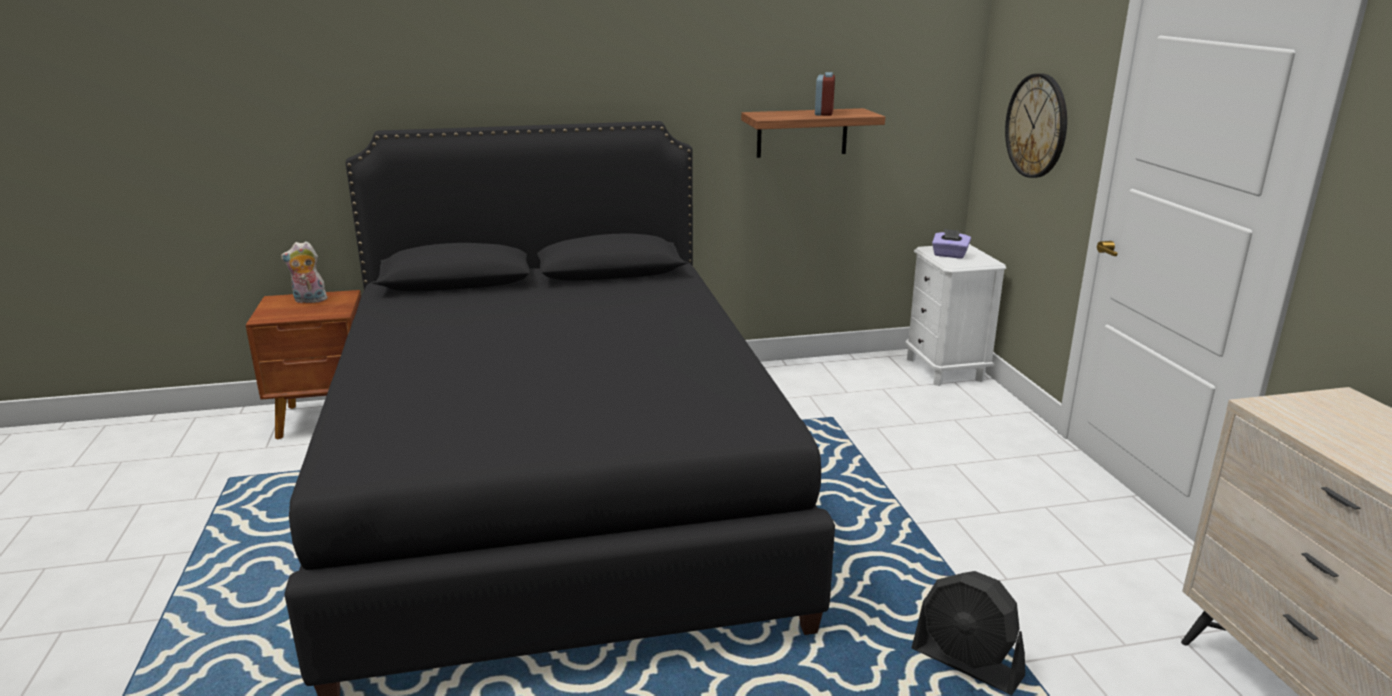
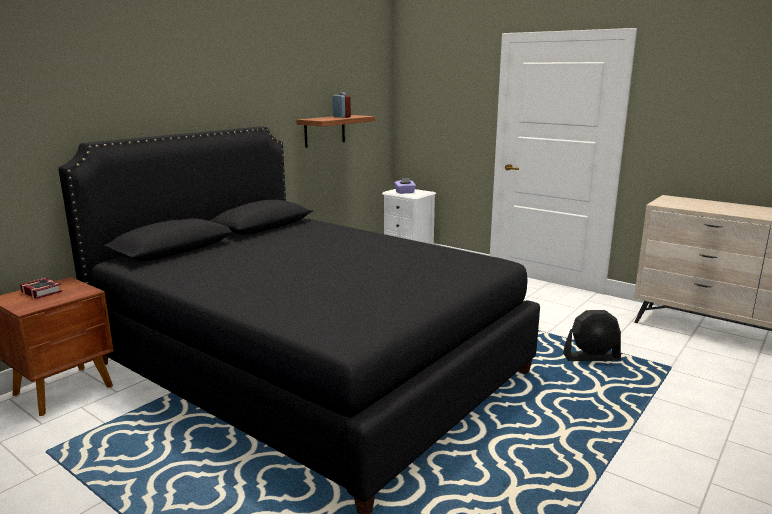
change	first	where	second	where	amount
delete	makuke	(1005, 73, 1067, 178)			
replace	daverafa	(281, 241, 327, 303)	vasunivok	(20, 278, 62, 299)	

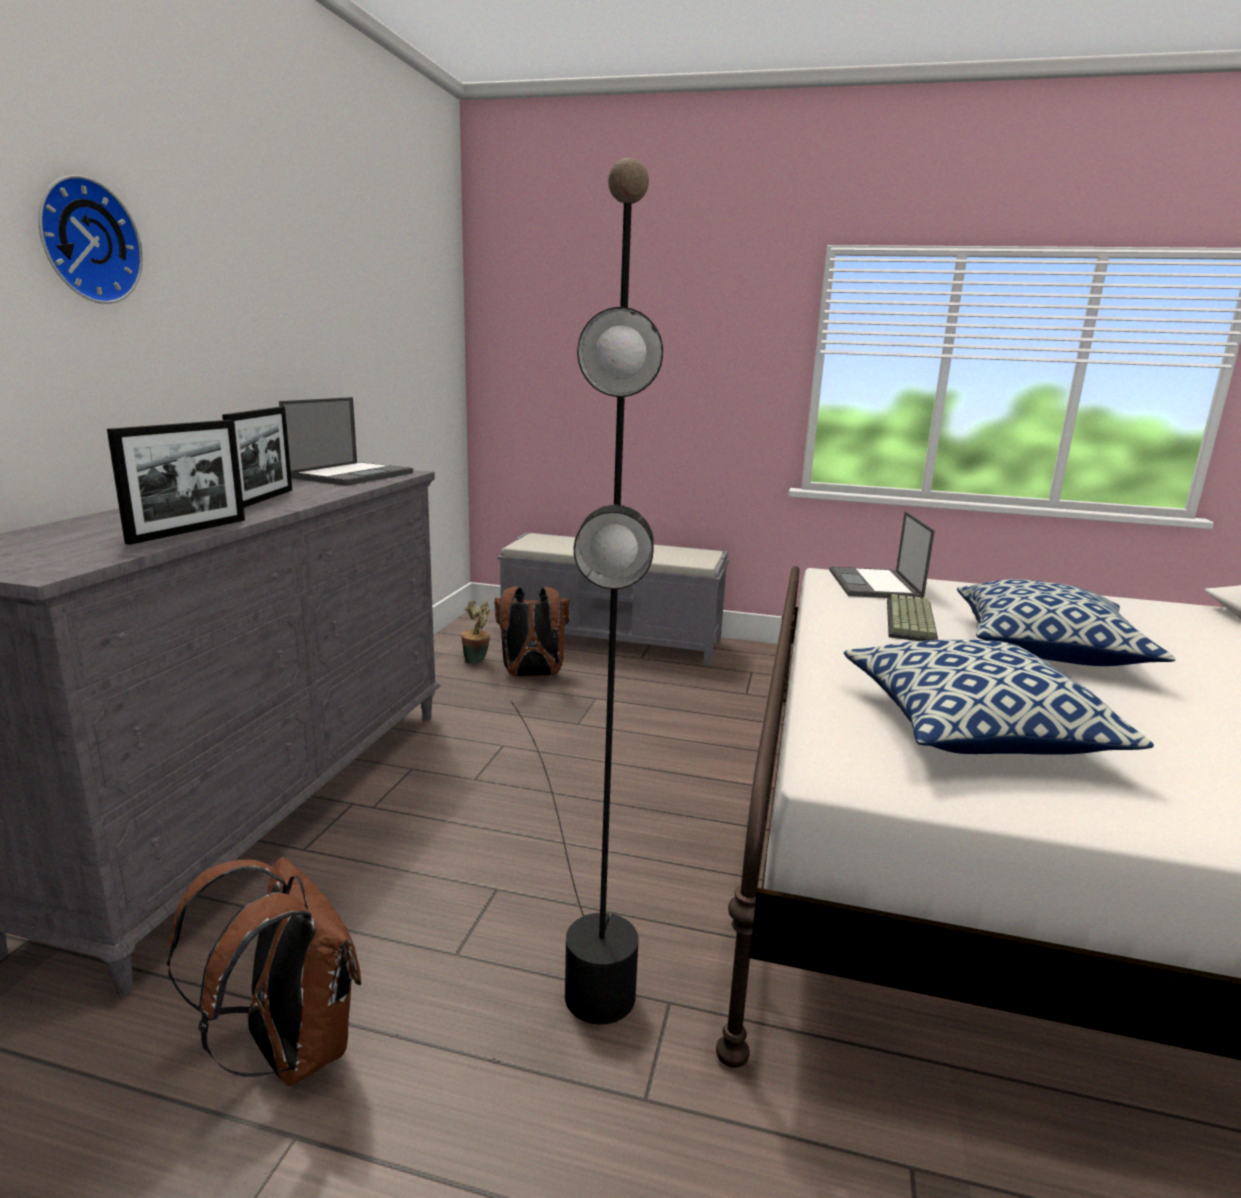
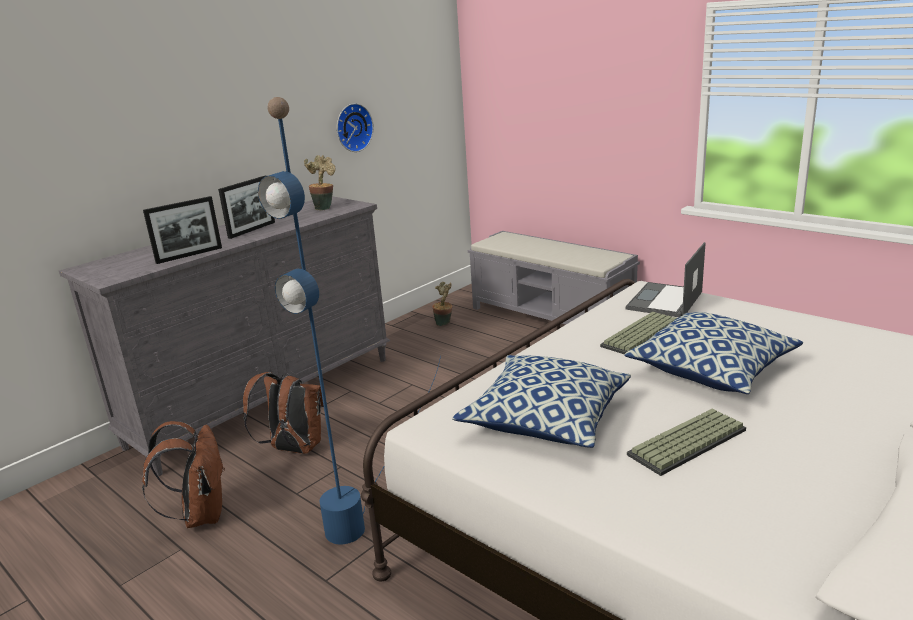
change	first	where	second	where	amount
recolor	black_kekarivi	(511, 158, 663, 1025)	blue_kekarivi	(258, 97, 441, 544)	
move	makuke	(38, 175, 143, 304)		(337, 103, 374, 152)	
replace	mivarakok	(279, 397, 413, 486)	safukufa	(304, 155, 336, 211)	
move	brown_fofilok	(494, 586, 570, 677)		(243, 372, 324, 454)	
insert			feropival	(627, 408, 746, 476)	

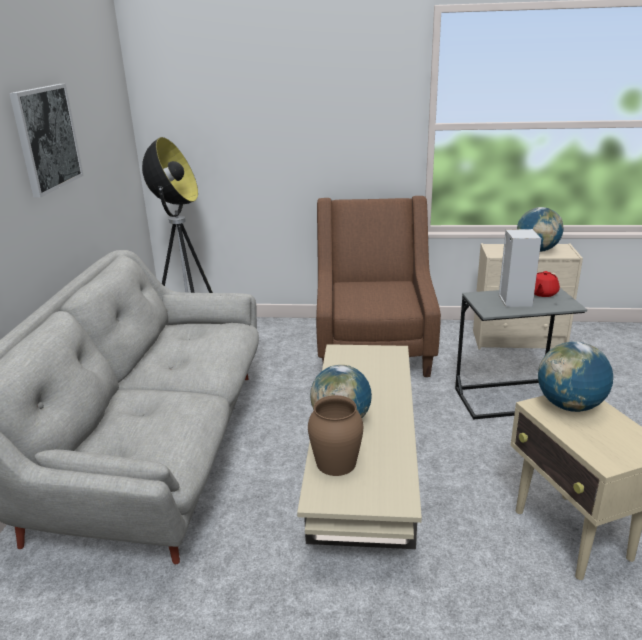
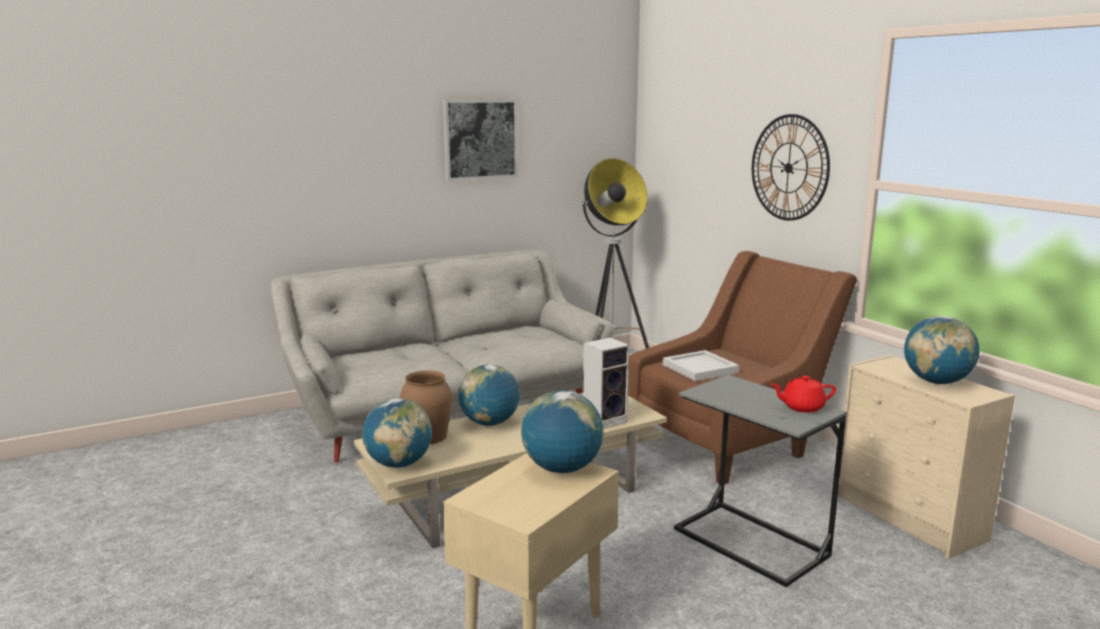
change	first	where	second	where	amount
move	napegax	(499, 229, 542, 307)		(583, 337, 629, 429)	
insert			makuke	(752, 114, 830, 221)	
insert			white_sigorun	(663, 350, 739, 381)	
insert			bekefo	(362, 398, 432, 468)	

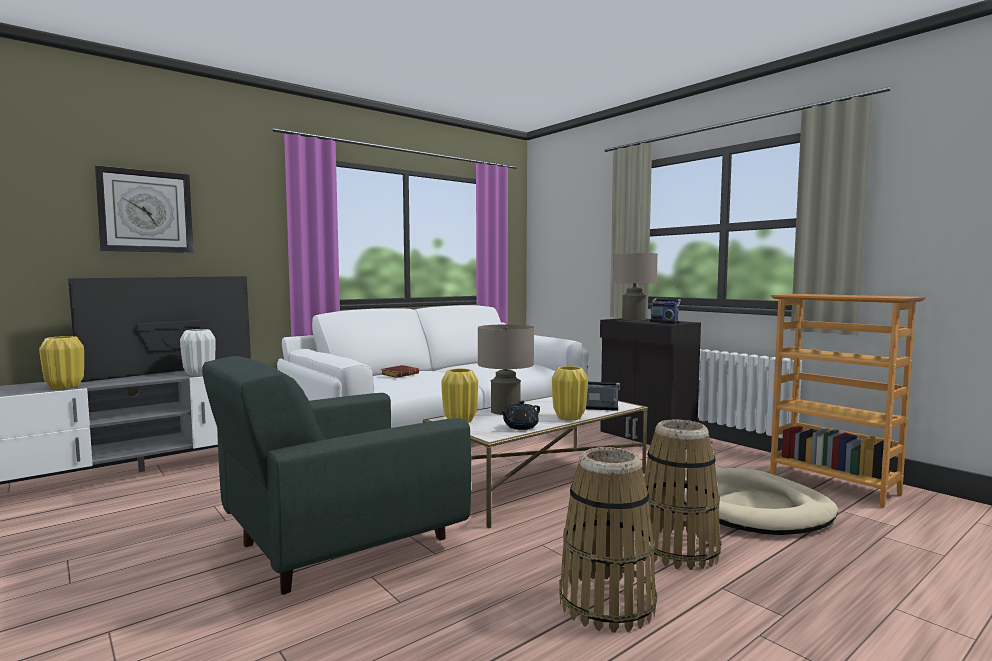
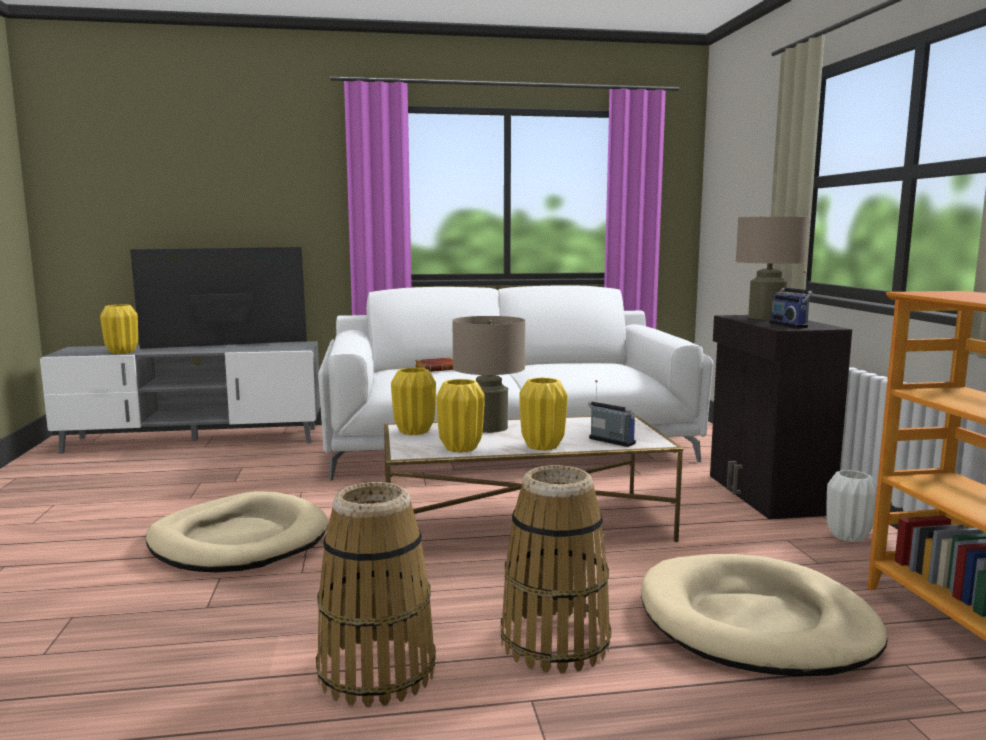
change	first	where	second	where	amount
delete	makuke	(95, 165, 193, 253)			
move	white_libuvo	(180, 329, 215, 376)		(826, 470, 877, 542)	
replace	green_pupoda	(202, 356, 471, 595)	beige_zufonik	(146, 491, 329, 572)	
replace	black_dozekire	(500, 400, 540, 430)	yellow_libuvo	(436, 379, 485, 453)	

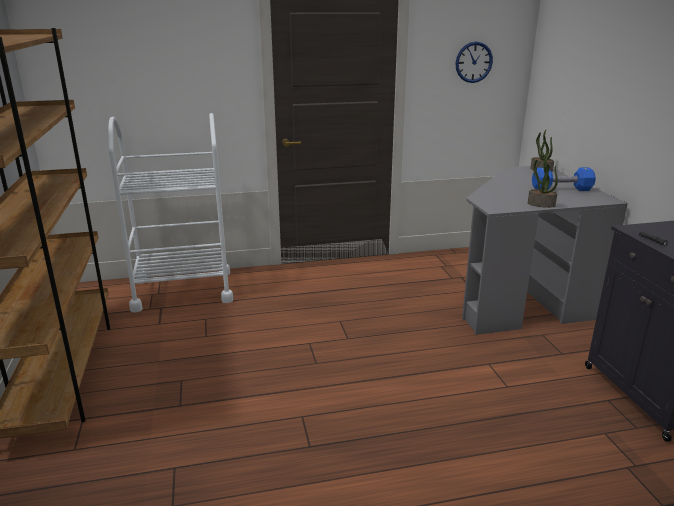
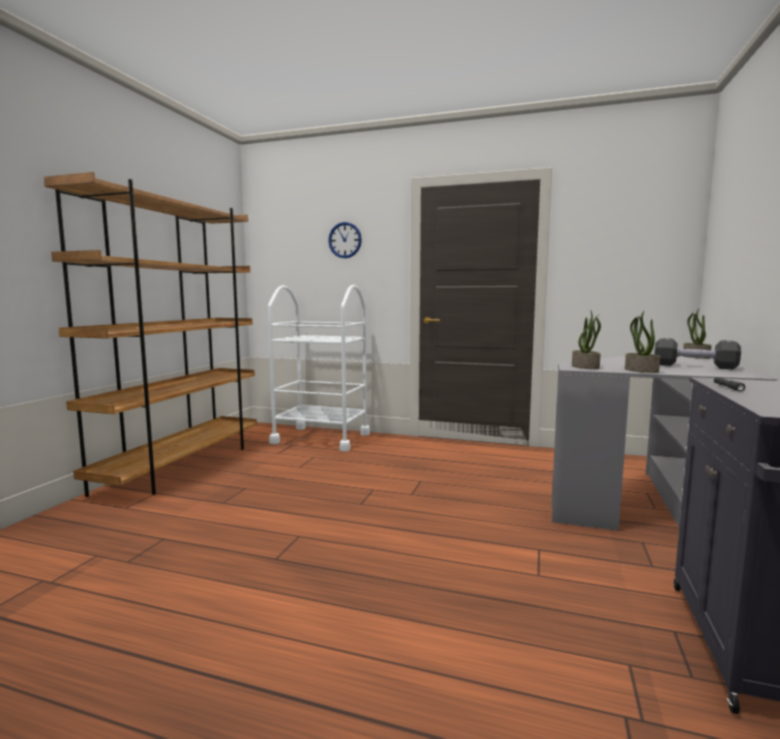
change	first	where	second	where	amount
move	makuke	(456, 42, 493, 83)		(328, 222, 362, 258)	
recolor	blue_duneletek	(532, 167, 596, 191)	black_duneletek	(654, 338, 741, 370)	
insert			safukufa	(572, 310, 601, 369)	

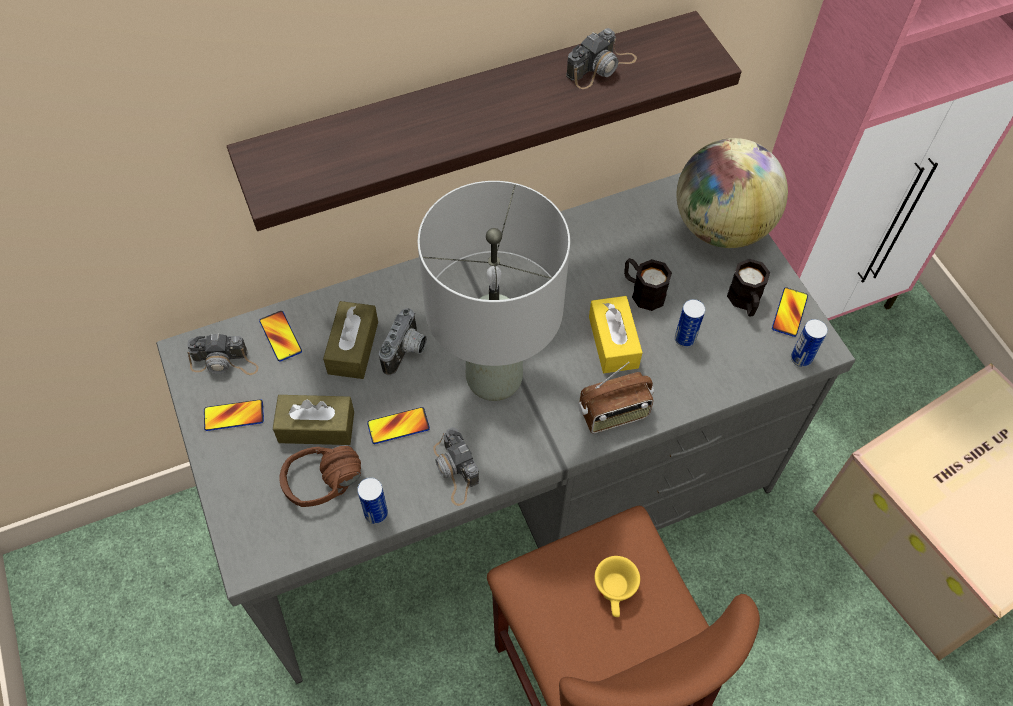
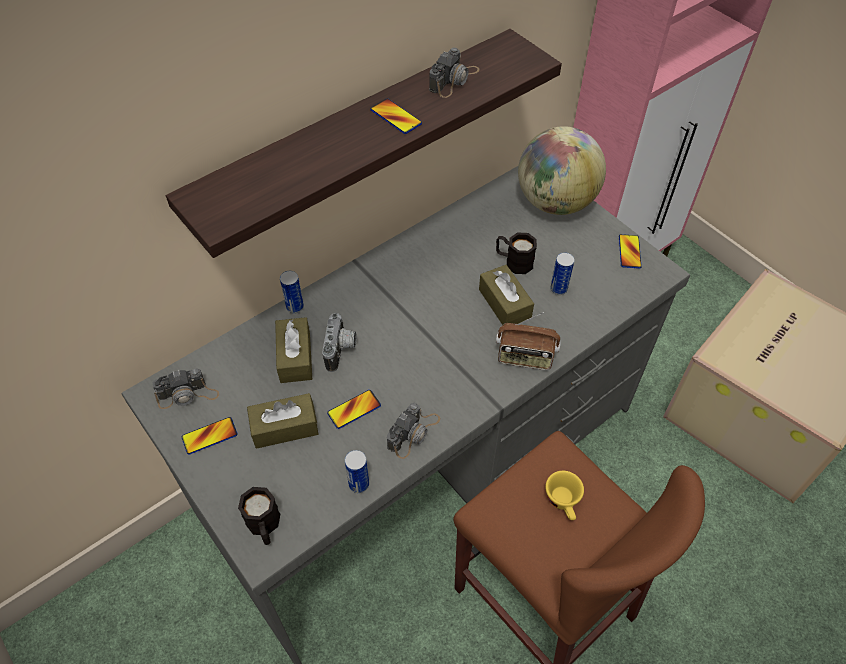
change	first	where	second	where	amount
delete	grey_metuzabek	(418, 181, 570, 401)			
move	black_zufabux	(727, 259, 770, 316)		(238, 487, 280, 545)	
recolor	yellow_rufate	(589, 296, 643, 373)	brown_rufate	(479, 265, 534, 325)	
move	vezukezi	(259, 311, 302, 362)		(370, 99, 422, 134)	
move	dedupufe	(791, 319, 828, 367)		(280, 271, 304, 314)	
rotate	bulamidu	(578, 362, 654, 433)		(496, 312, 561, 370)	45 degrees clockwise
rotate	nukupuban	(433, 427, 479, 506)		(387, 403, 440, 459)	105 degrees counterclockwise
delete	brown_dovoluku	(279, 445, 361, 507)			

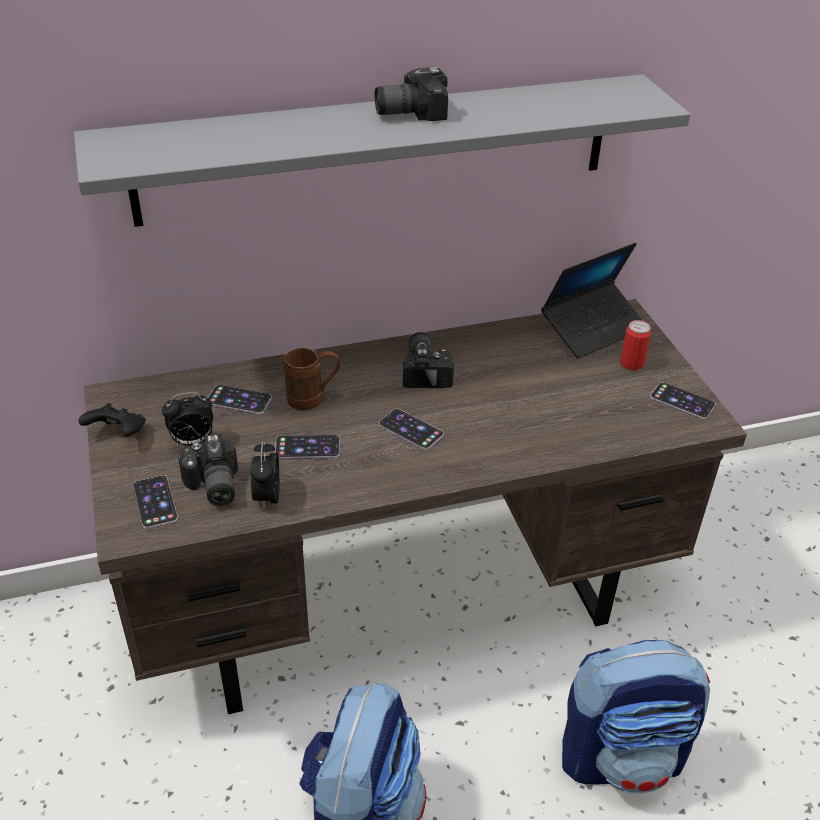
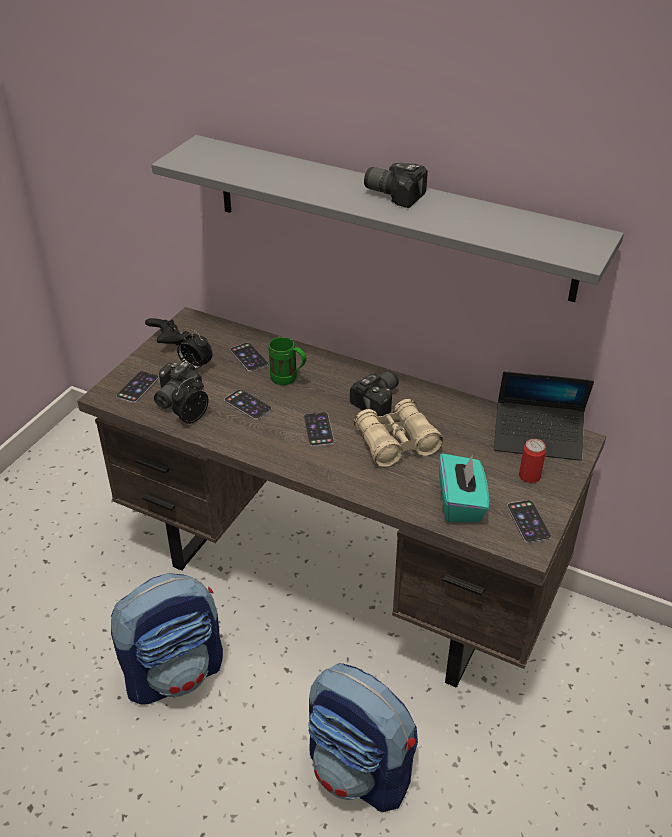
change	first	where	second	where	amount
recolor	brown_zufabux	(284, 348, 340, 411)	green_zufabux	(269, 337, 306, 385)	
insert			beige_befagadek	(354, 399, 443, 467)	
insert			turquoise_rufate	(439, 453, 489, 522)	

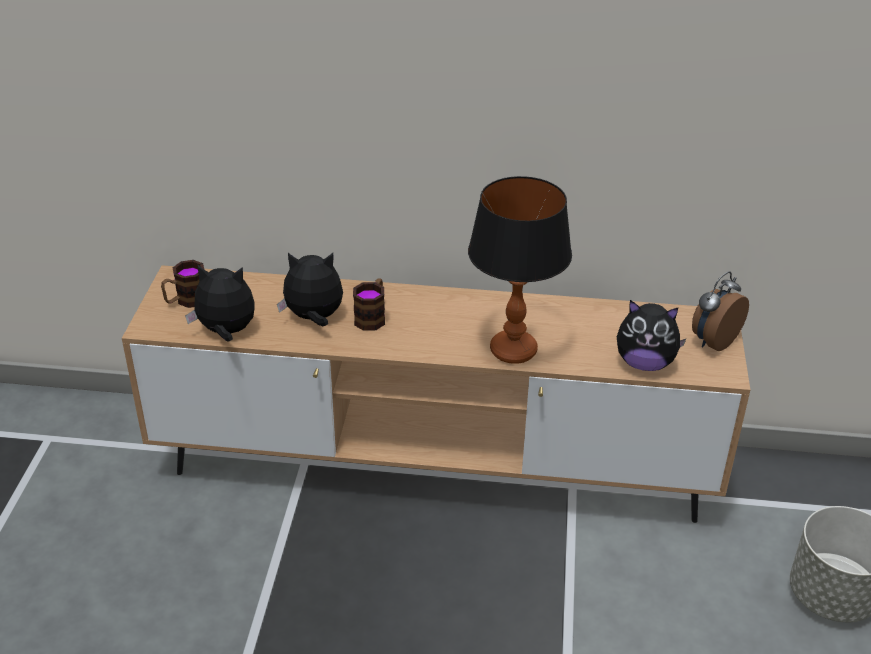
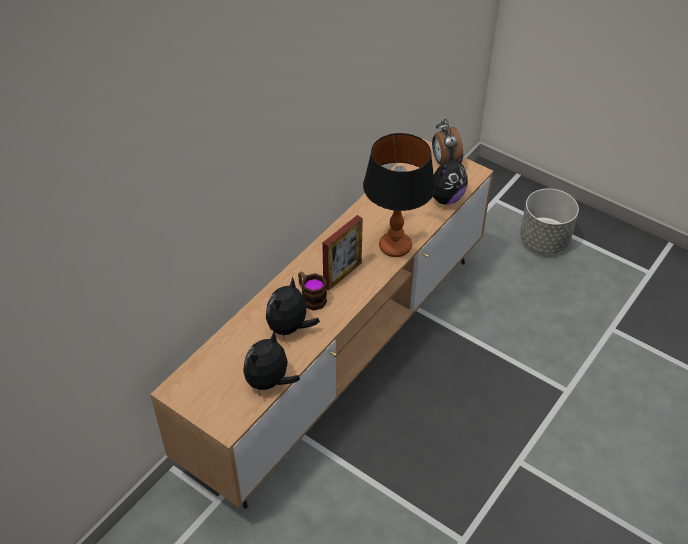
change	first	where	second	where	amount
delete	zufabux	(161, 260, 204, 308)			
insert			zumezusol	(322, 215, 363, 291)	

